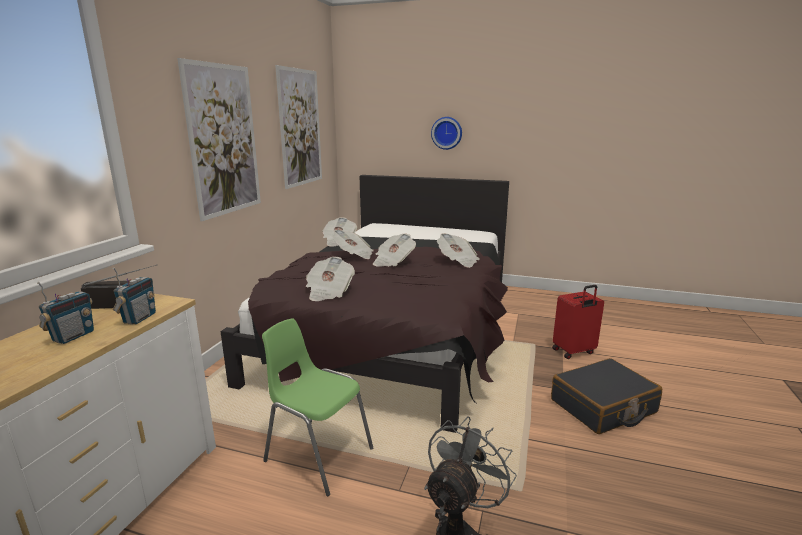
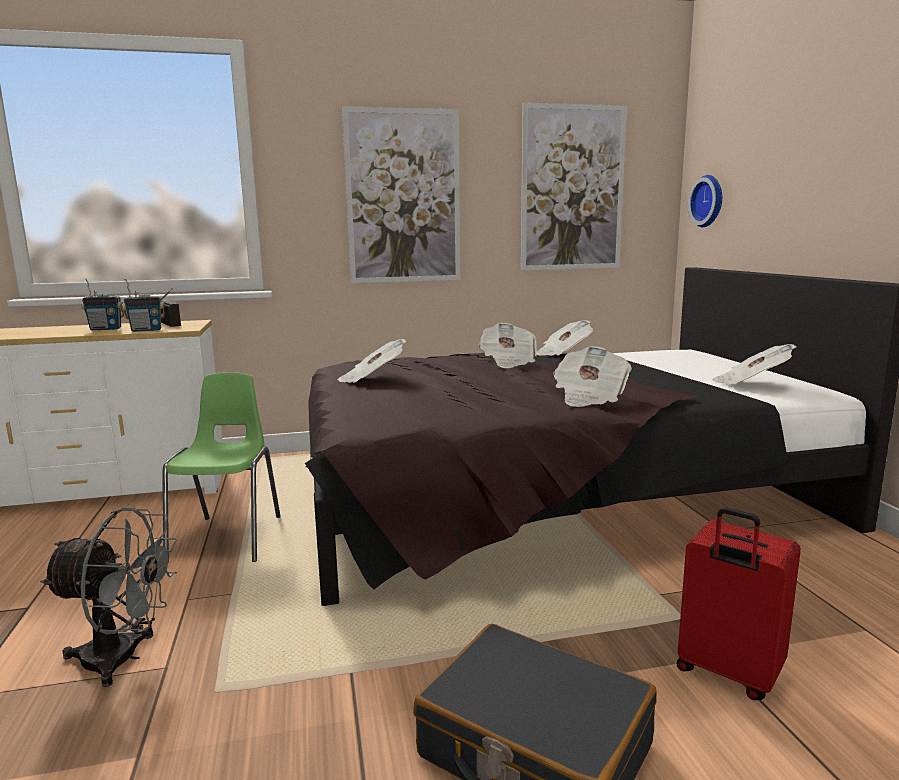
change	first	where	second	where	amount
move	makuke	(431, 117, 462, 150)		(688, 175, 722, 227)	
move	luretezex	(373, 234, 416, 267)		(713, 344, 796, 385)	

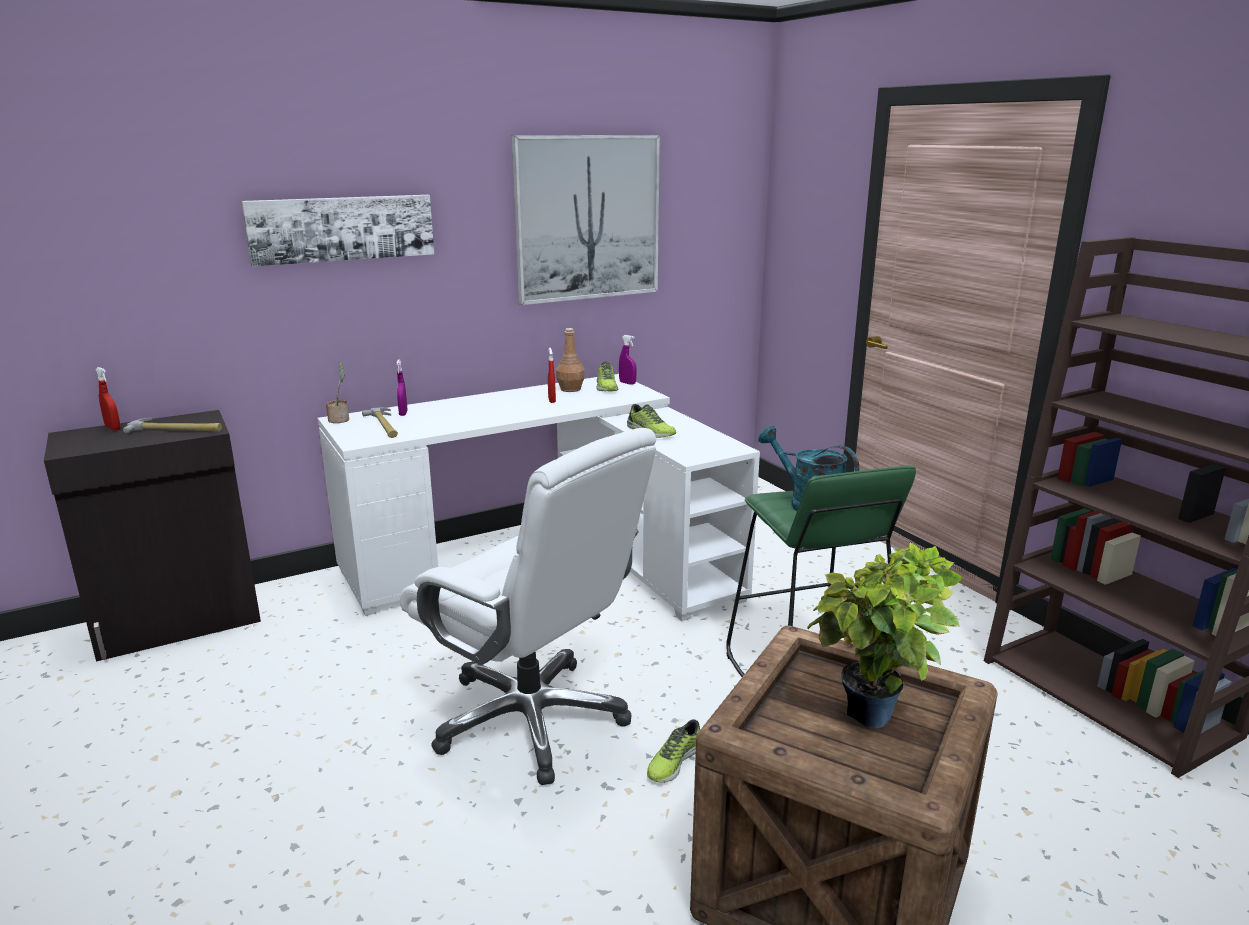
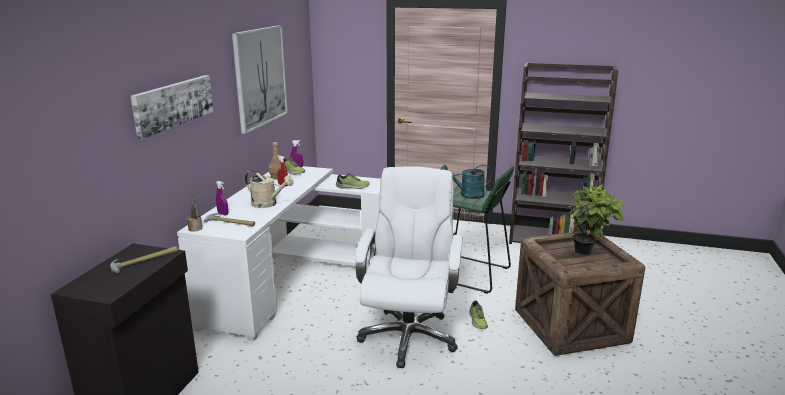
change	first	where	second	where	amount
delete	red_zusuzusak	(96, 367, 121, 430)			
rotate	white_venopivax	(400, 428, 656, 785)		(355, 166, 463, 368)	75 degrees counterclockwise
insert			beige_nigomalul	(245, 170, 294, 208)	

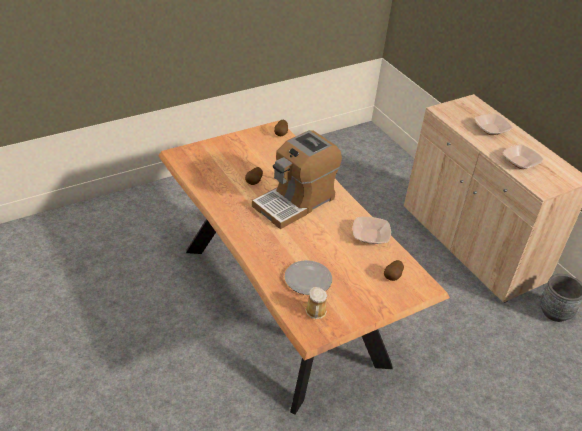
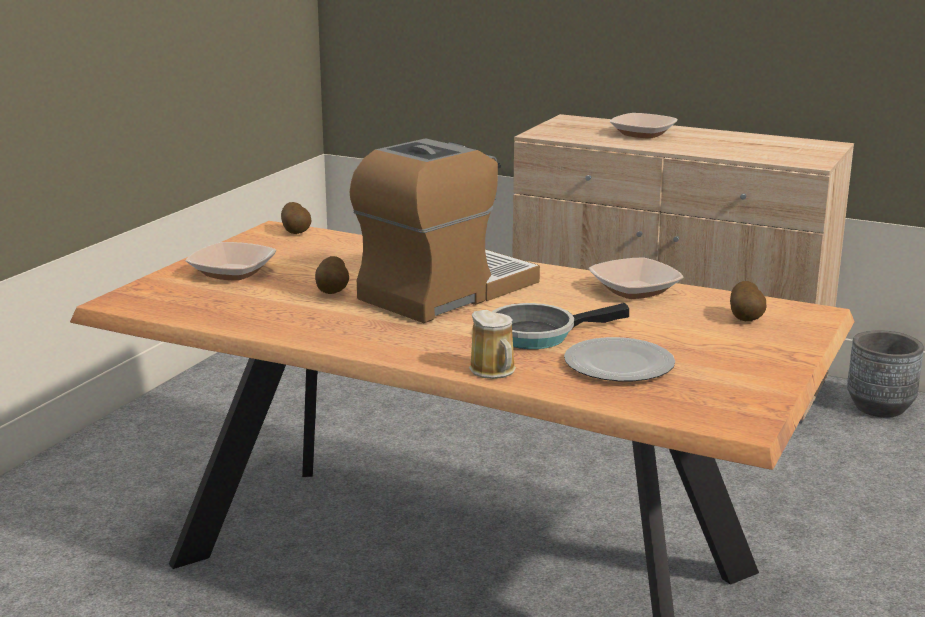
change	first	where	second	where	amount
rotate	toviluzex	(252, 130, 342, 229)		(350, 138, 540, 323)	150 degrees counterclockwise
move	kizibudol	(503, 145, 544, 169)		(186, 242, 276, 281)	
move	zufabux	(306, 287, 327, 319)		(469, 310, 516, 379)	
insert			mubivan	(492, 303, 629, 349)	

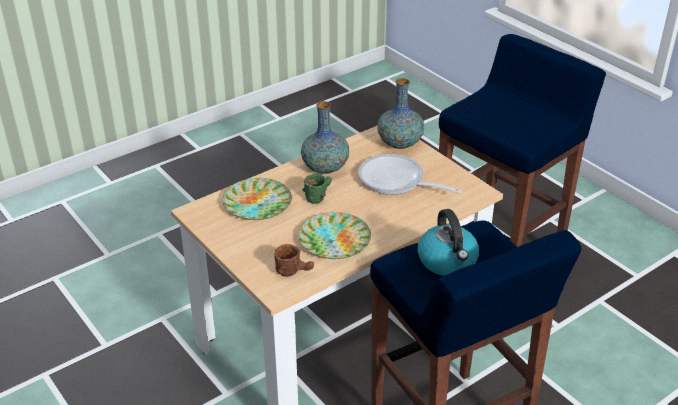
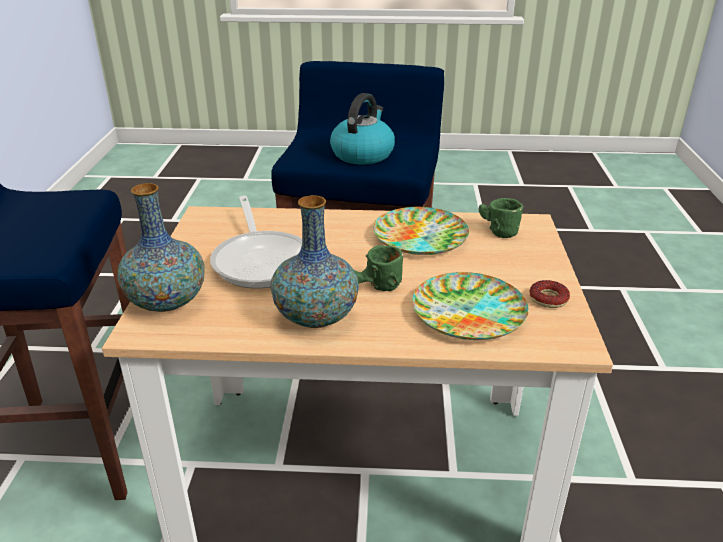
change	first	where	second	where	amount
recolor	brown_zufabux	(274, 244, 314, 277)	green_zufabux	(479, 198, 524, 238)	
insert			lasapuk	(530, 280, 570, 308)	

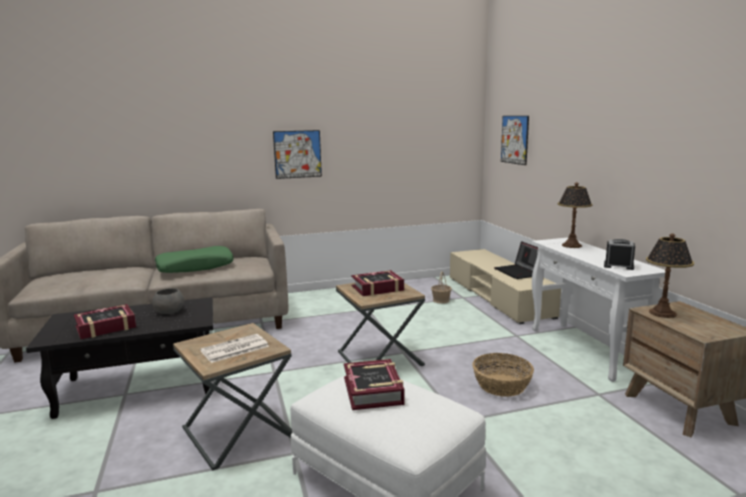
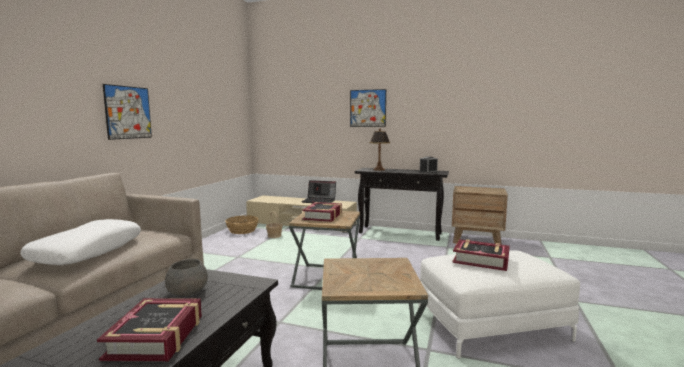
change	first	where	second	where	amount
move	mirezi	(501, 116, 529, 165)		(350, 89, 386, 127)	
delete	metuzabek	(646, 233, 694, 318)			
recolor	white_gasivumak	(532, 237, 671, 382)	black_gasivumak	(355, 168, 449, 241)	
recolor	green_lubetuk	(155, 246, 233, 273)	white_lubetuk	(20, 219, 141, 265)	
delete	luretezex	(200, 334, 269, 363)			
move	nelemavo	(472, 353, 534, 397)		(225, 215, 259, 234)	

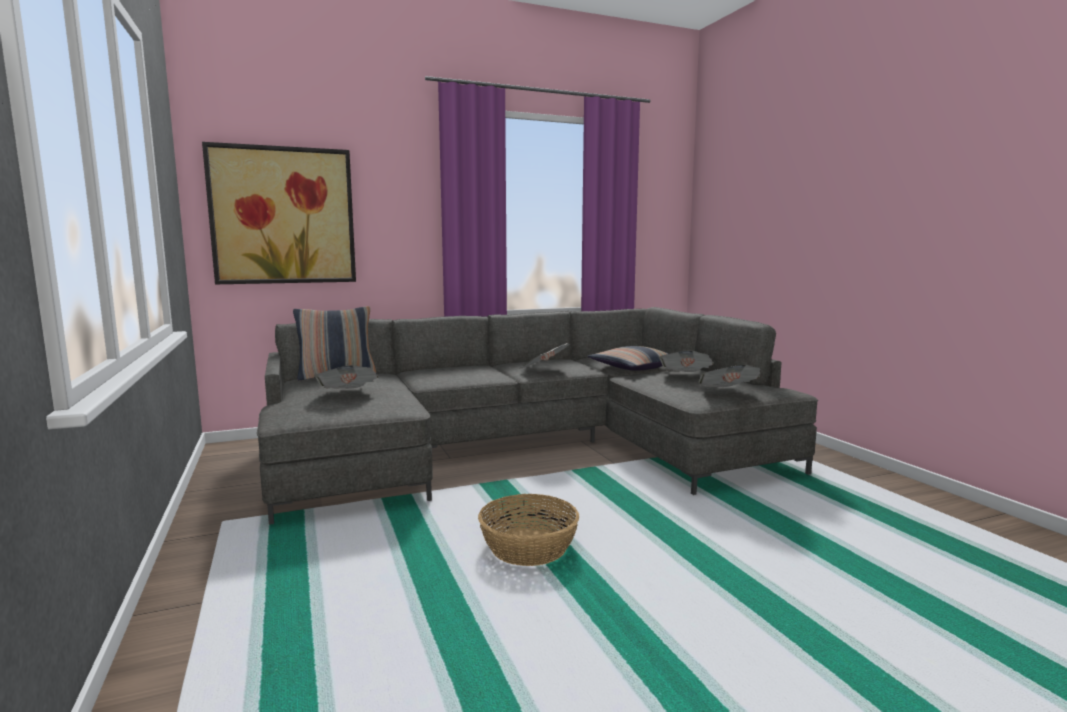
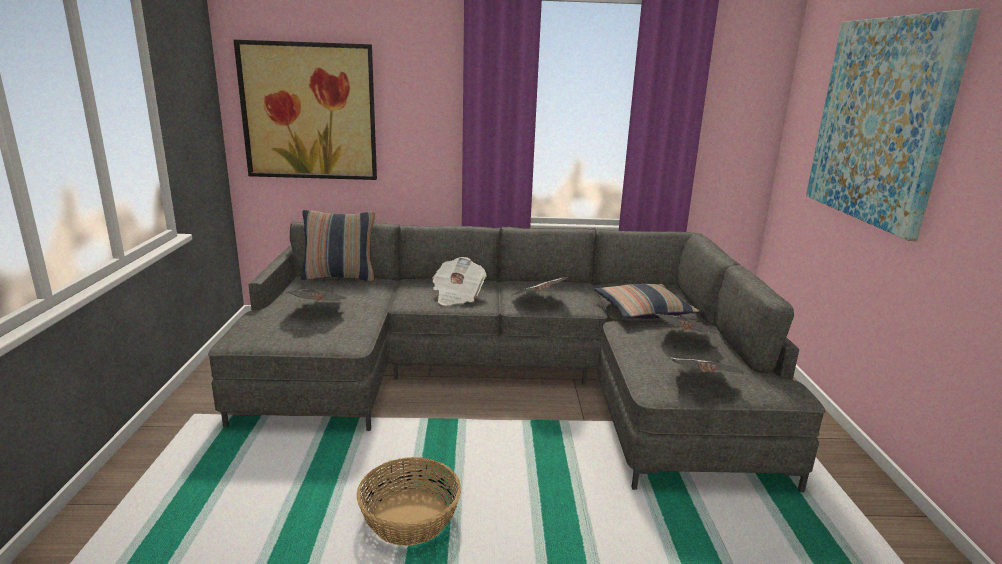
change	first	where	second	where	amount
insert			mirezi	(806, 9, 981, 241)	
insert			luretezex	(432, 257, 486, 305)	

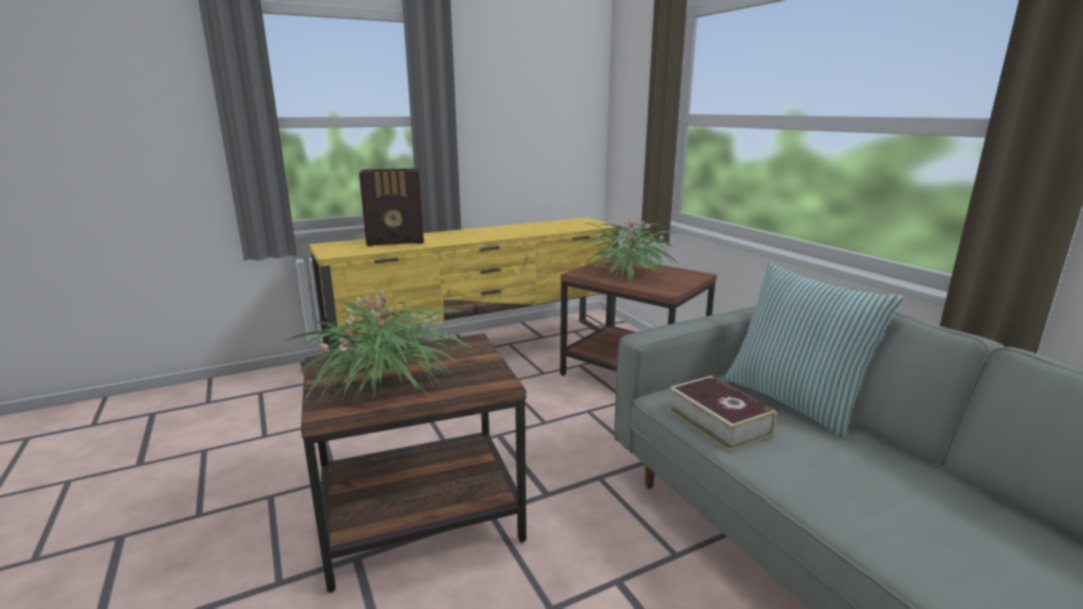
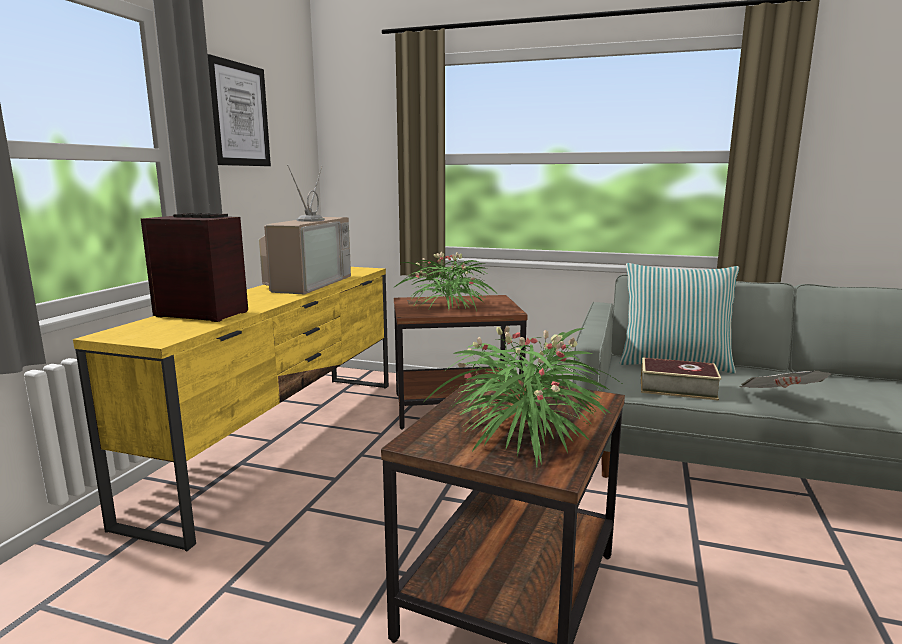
change	first	where	second	where	amount
rotate	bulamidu	(359, 168, 424, 246)		(141, 213, 248, 322)	105 degrees counterclockwise
insert			mirezi	(208, 54, 271, 166)	
insert			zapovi	(259, 165, 351, 294)	
insert			luretezex	(739, 371, 831, 388)	

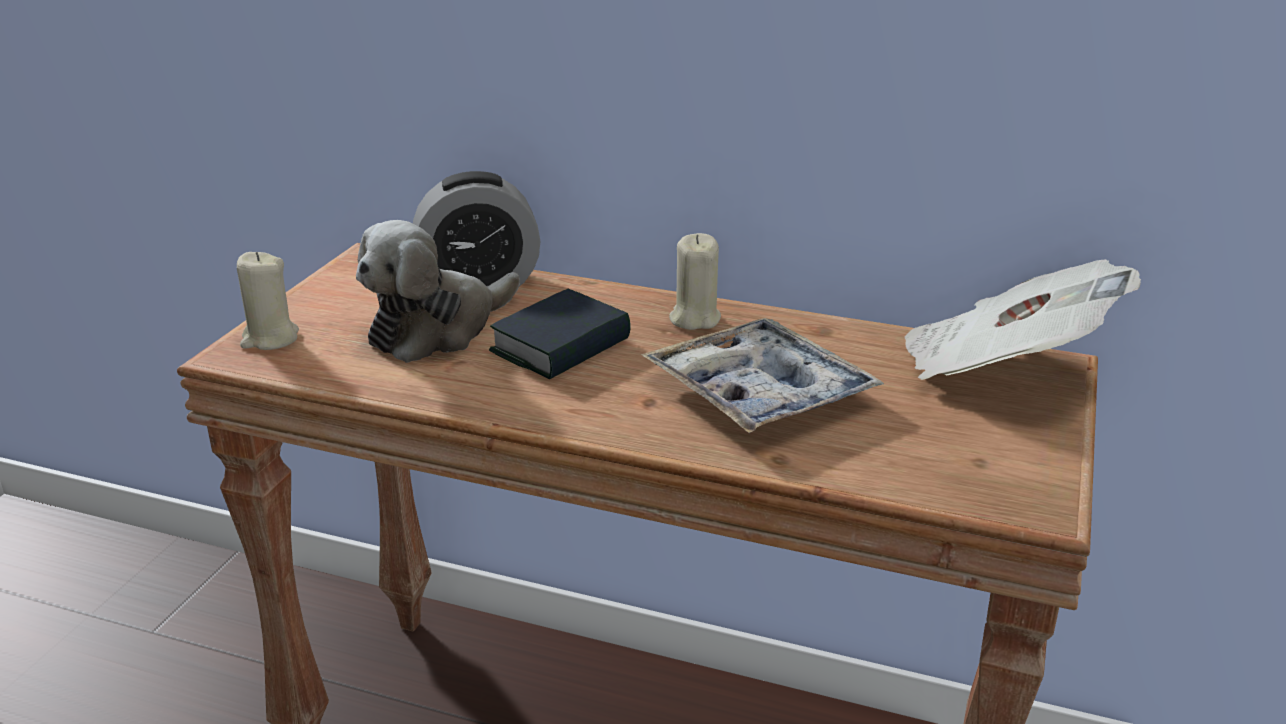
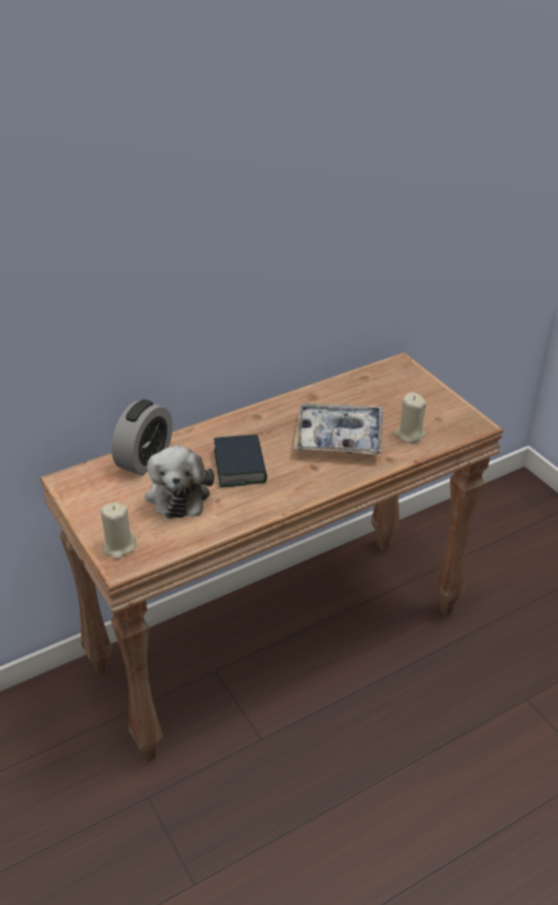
change	first	where	second	where	amount
move	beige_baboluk	(669, 233, 721, 330)		(394, 392, 427, 443)	
delete	luretezex	(905, 259, 1141, 380)			

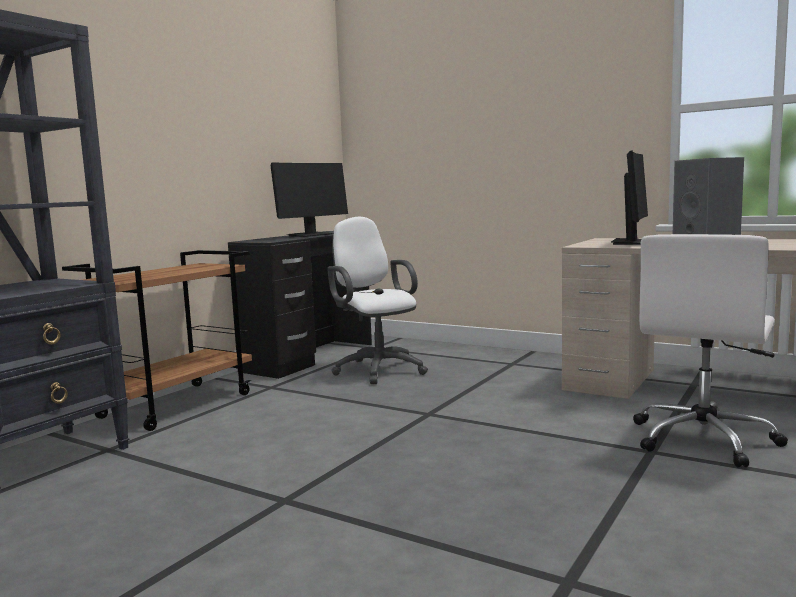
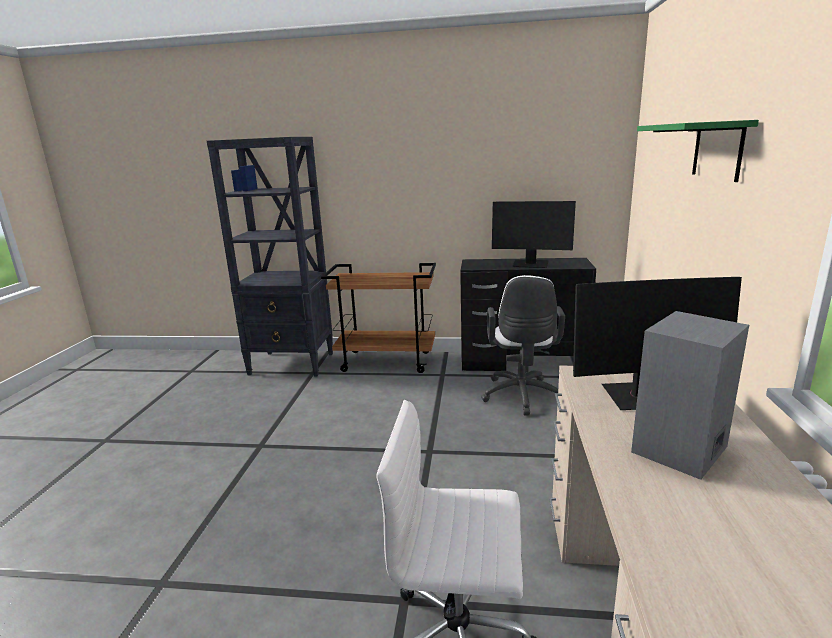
change	first	where	second	where	amount
rotate	white_venopivax	(327, 217, 428, 384)		(481, 275, 565, 415)	150 degrees clockwise
insert			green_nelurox	(637, 120, 759, 182)	

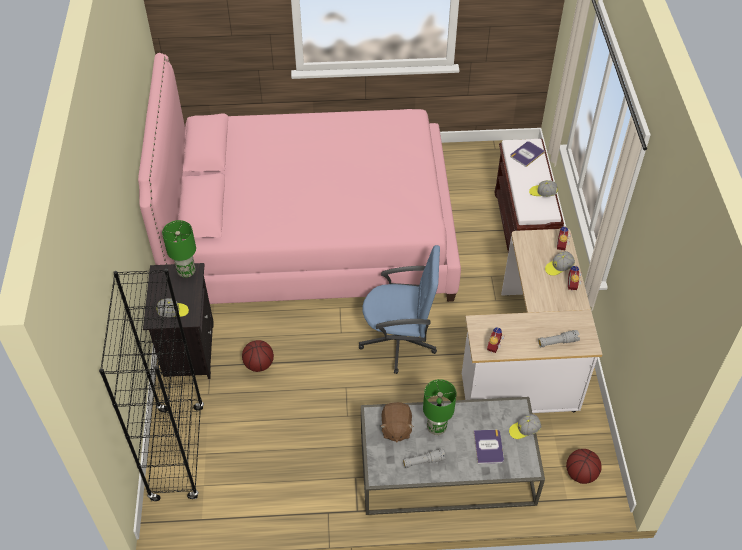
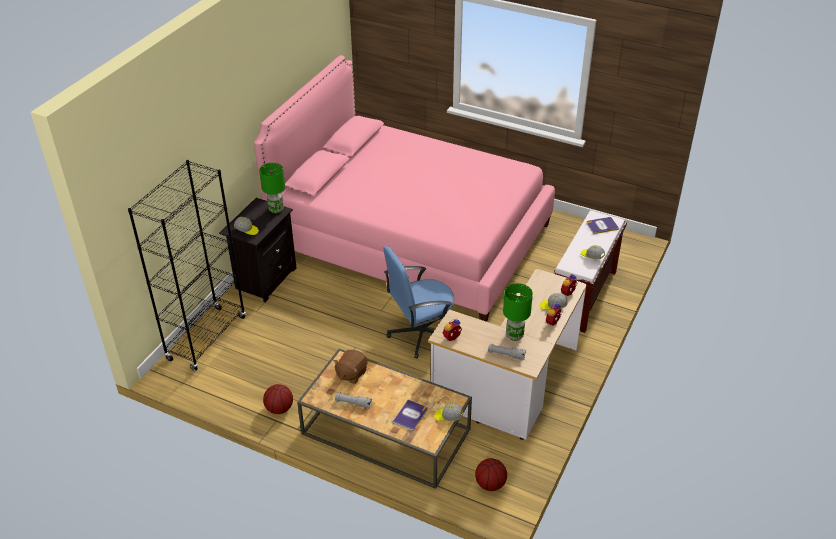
change	first	where	second	where	amount
rotate	blue_venopivax	(359, 245, 440, 374)		(383, 246, 454, 359)	120 degrees clockwise
move	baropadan	(242, 340, 274, 372)		(263, 384, 293, 414)	
move	green_metuzabek	(423, 379, 456, 435)		(503, 283, 533, 341)	
recolor	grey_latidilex	(361, 397, 545, 515)	brown_latidilex	(297, 349, 472, 489)	

